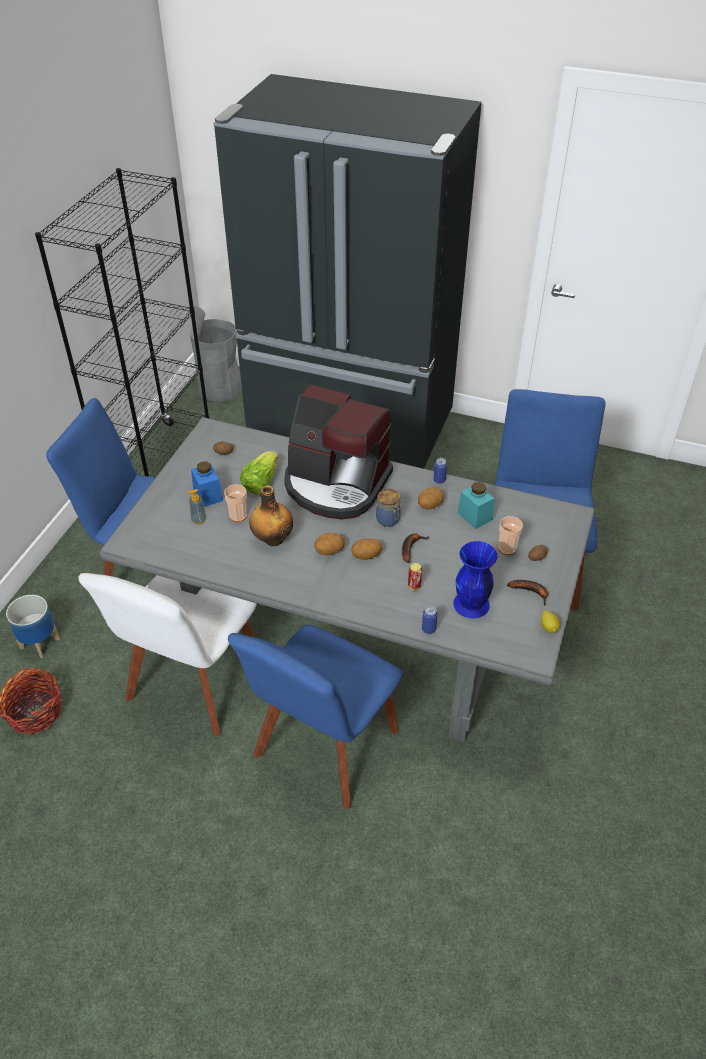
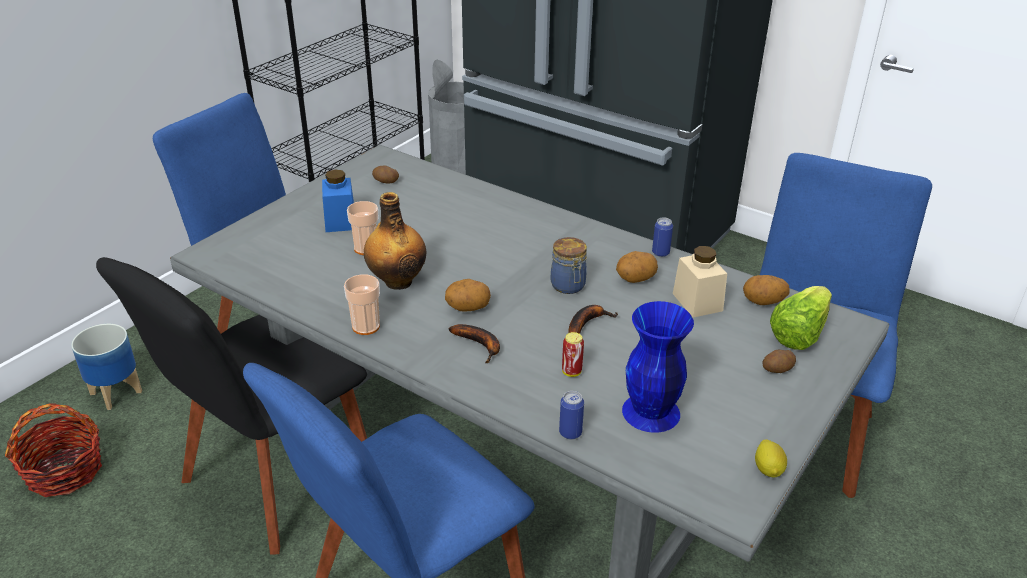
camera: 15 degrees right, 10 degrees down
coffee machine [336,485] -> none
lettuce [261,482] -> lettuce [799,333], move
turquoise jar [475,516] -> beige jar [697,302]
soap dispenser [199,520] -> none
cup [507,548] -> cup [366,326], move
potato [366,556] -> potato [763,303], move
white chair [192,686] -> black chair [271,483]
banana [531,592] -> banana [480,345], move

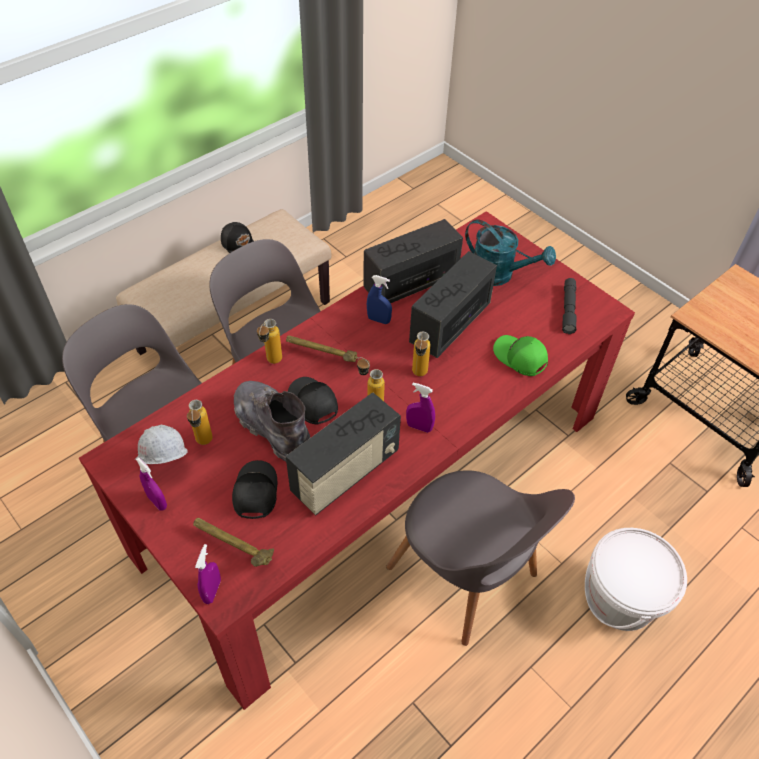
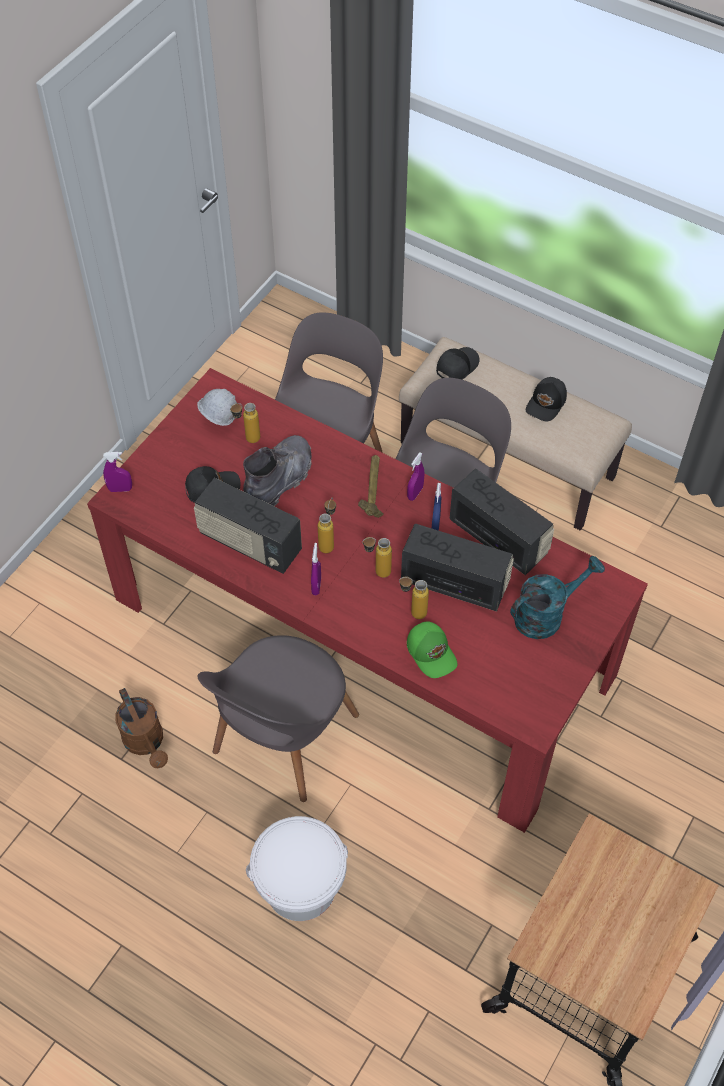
camera: 75 degrees right, 5 degrees up
turquoise watering can [499,275] -> turquoise watering can [546,614], 135 degrees counterclockwise
grey flashlight [568,309] -> none
bottle [271,363] -> bottle [412,612], move
green cap [519,358] -> green cap [432,652], 120 degrees clockwise
black cap [312,403] -> black cap [456,366], move
purple spray bottle [157,501] -> purple spray bottle [415,493], move
hammer [234,546] -> none
none -> brown watering can [146,743]

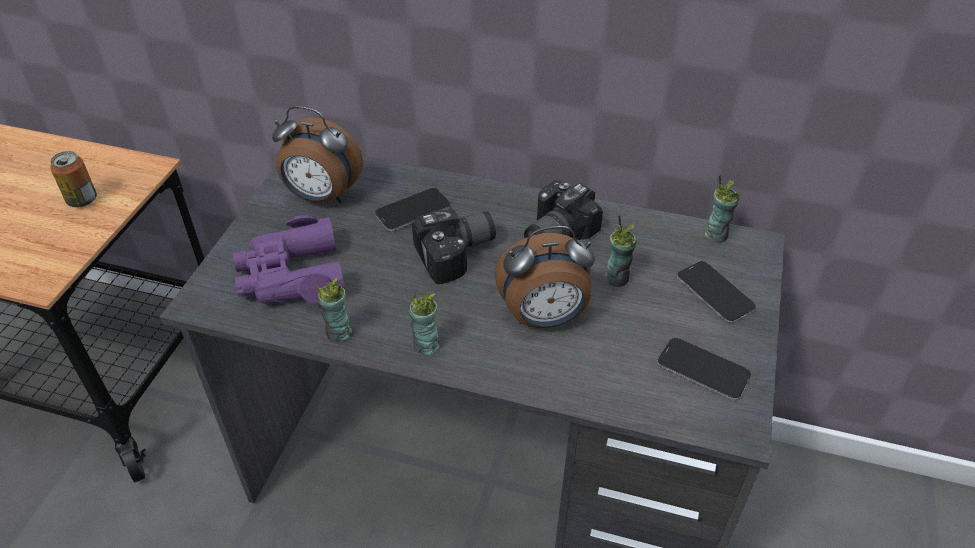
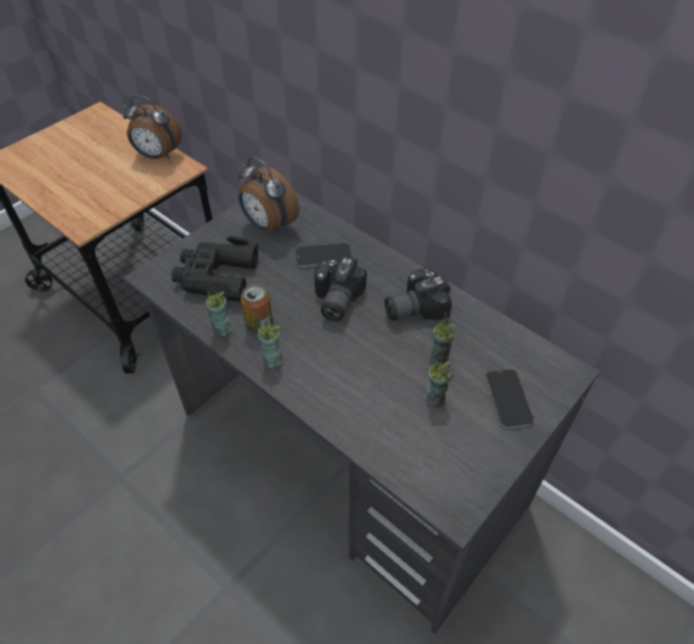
camera: 25 degrees right, 5 degrees up
can [82,200] -> can [259,324], move
cup [716,235] -> cup [435,399], move
photo camera [458,255] -> photo camera [334,300], 105 degrees clockwise
purple binoculars [291,276] -> black binoculars [216,277]
alarm clock [544,318] -> alarm clock [158,156], move
phone [703,369] -> none

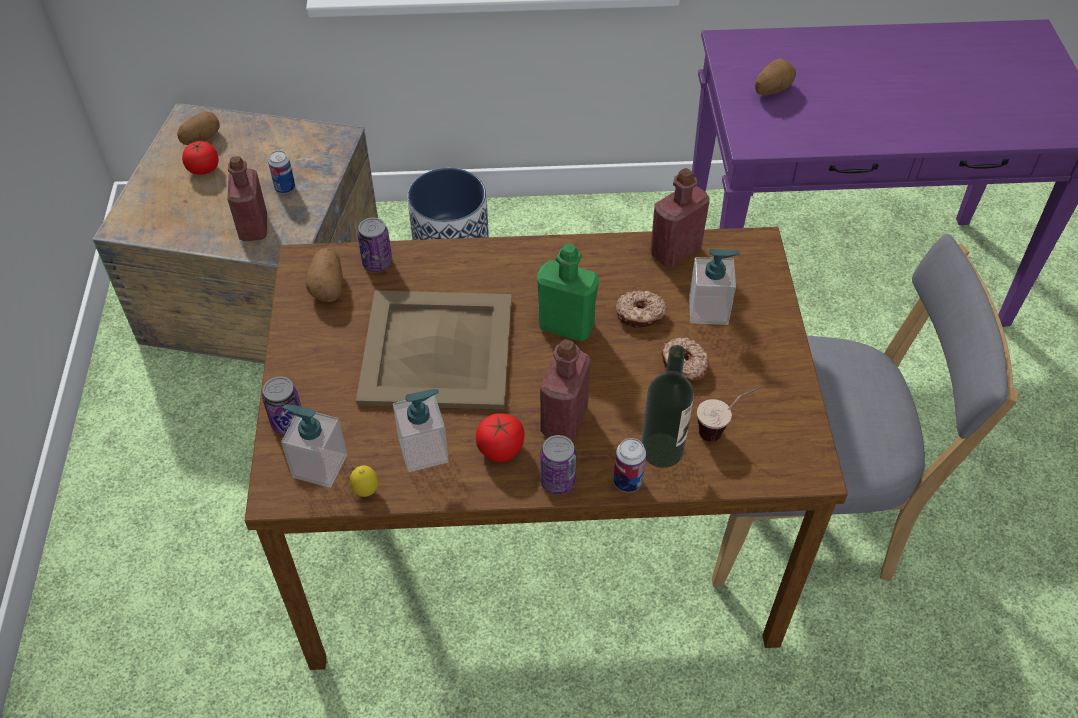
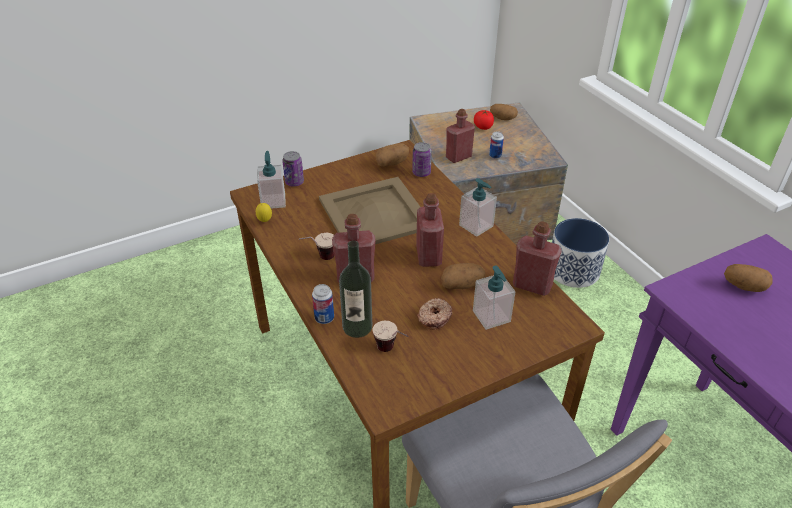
camera: 65 degrees right, 10 degrees down
green bottle [566,326] -> red bottle [428,256]
donut [640,314] -> potato [462,285]
soap dispenser [424,451] -> soap dispenser [476,226], move
tomato [500,449] -> cup [319,259]
can [557,481] -> none

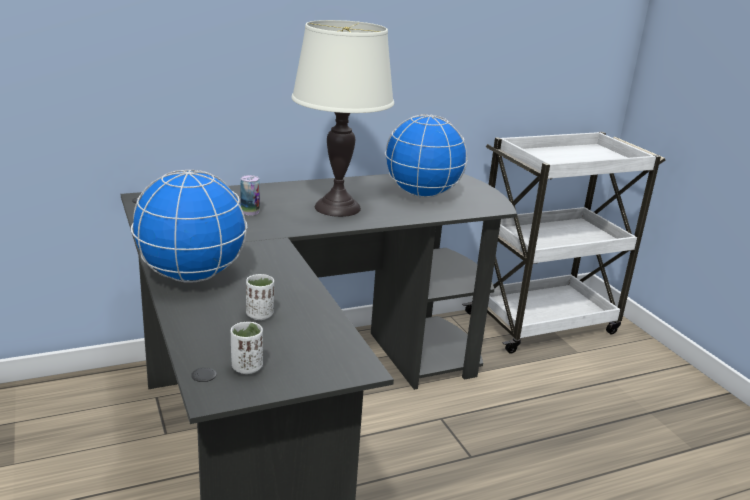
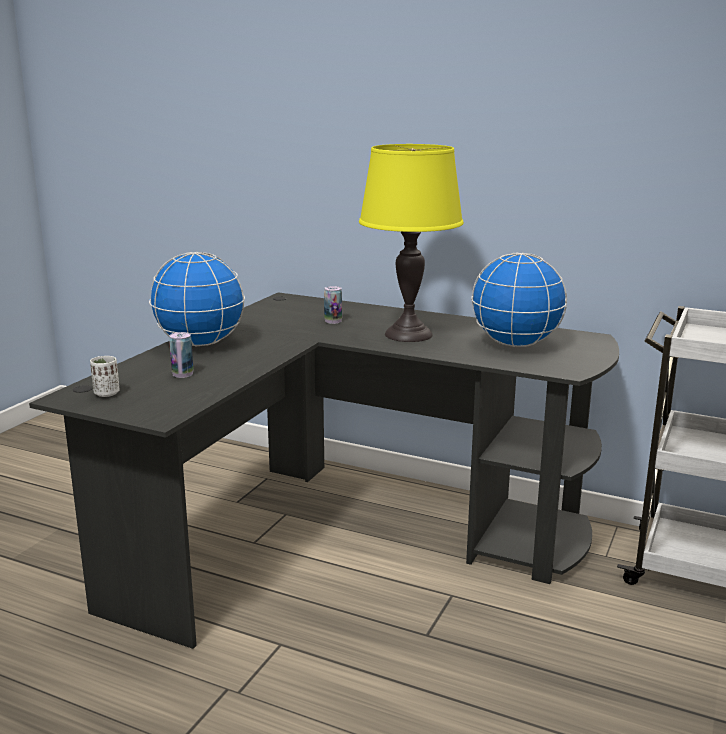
camera: 50 degrees right, 5 degrees down
white table lamp [337,207] -> yellow table lamp [408,334]
white cup [260,315] -> can [182,374]

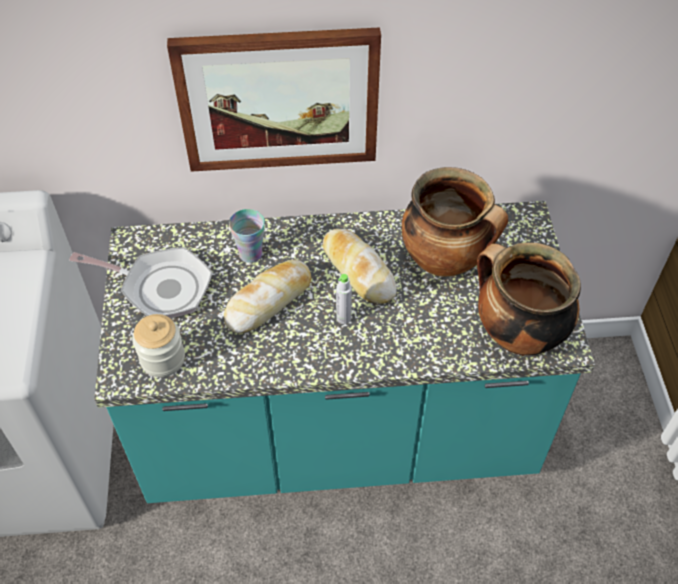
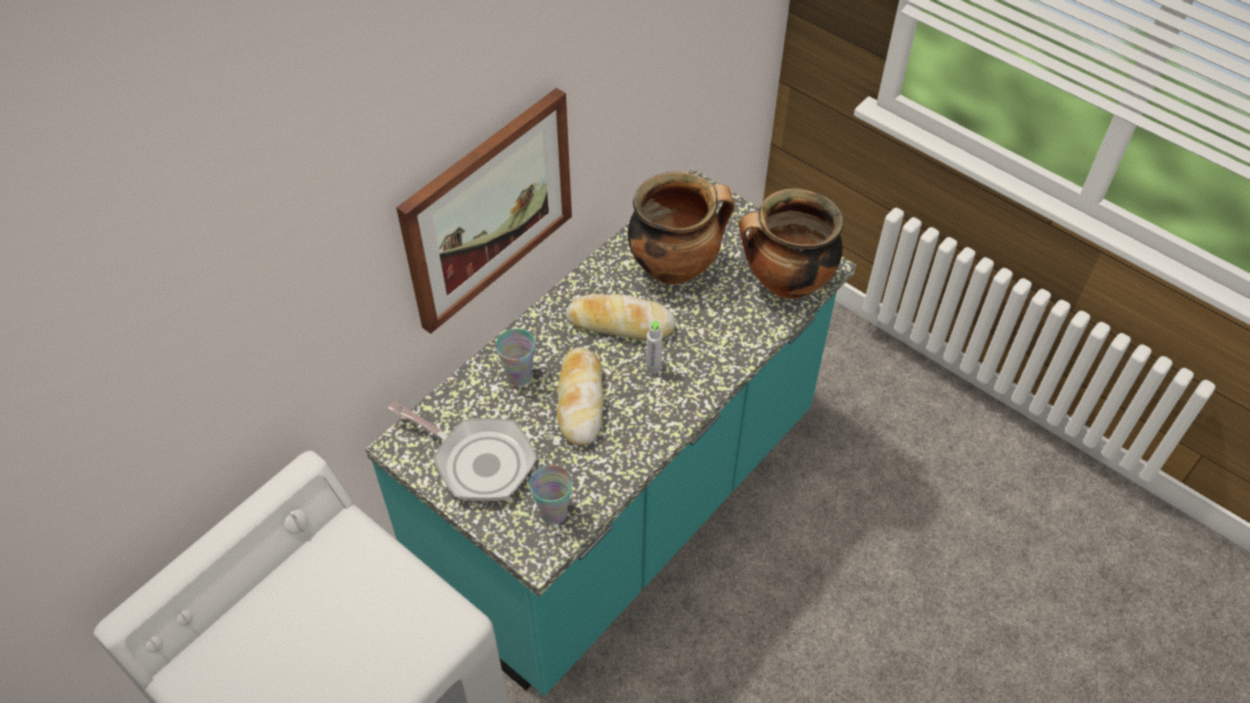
camera: 45 degrees left, 0 degrees up
frying pan [160,287] -> frying pan [478,461], 60 degrees clockwise
jar [162,359] -> cup [553,512]

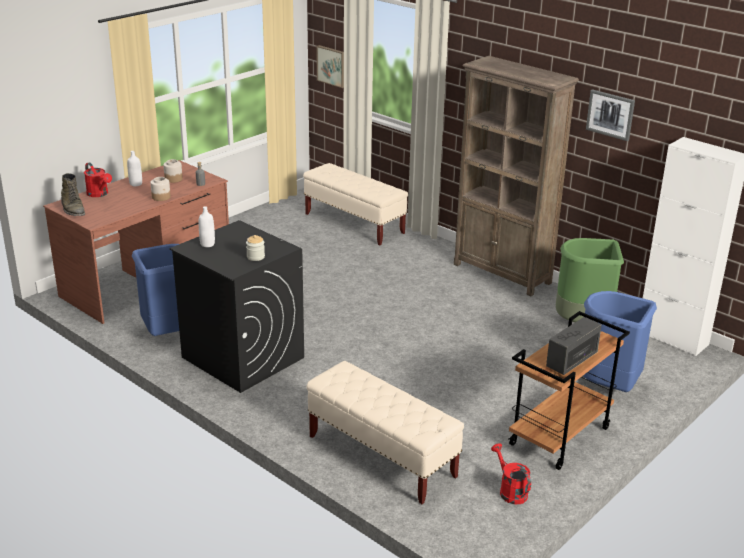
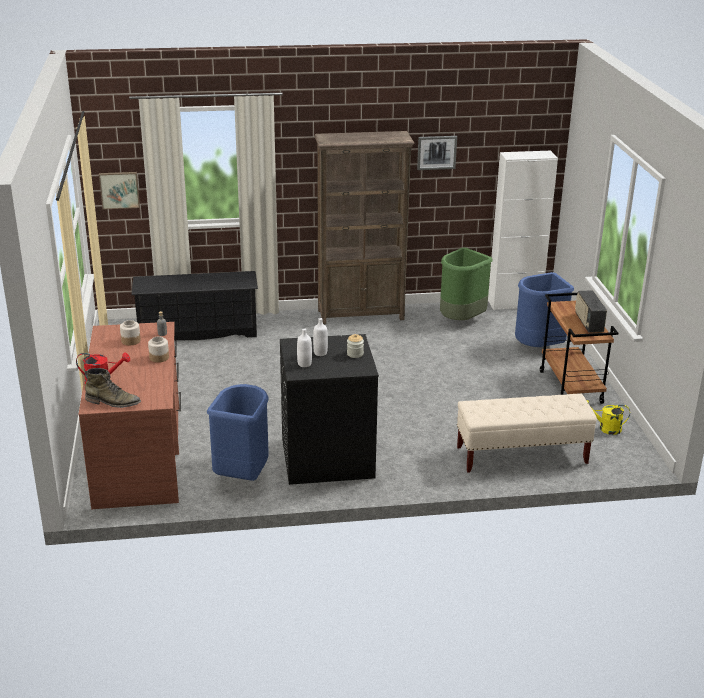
camera: 50 degrees left, 0 degrees up
white bottle [136,184] -> white bottle [320,353], move
beige bench [354,224] -> black shoe rack [198,331]
red watering can [510,491] -> yellow watering can [605,428]

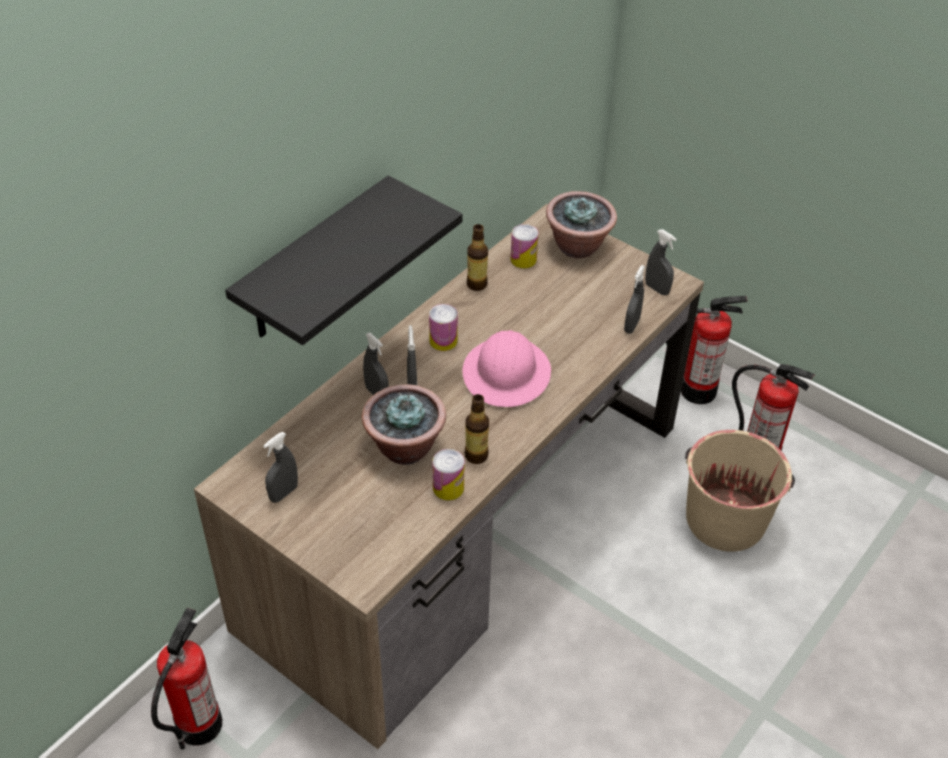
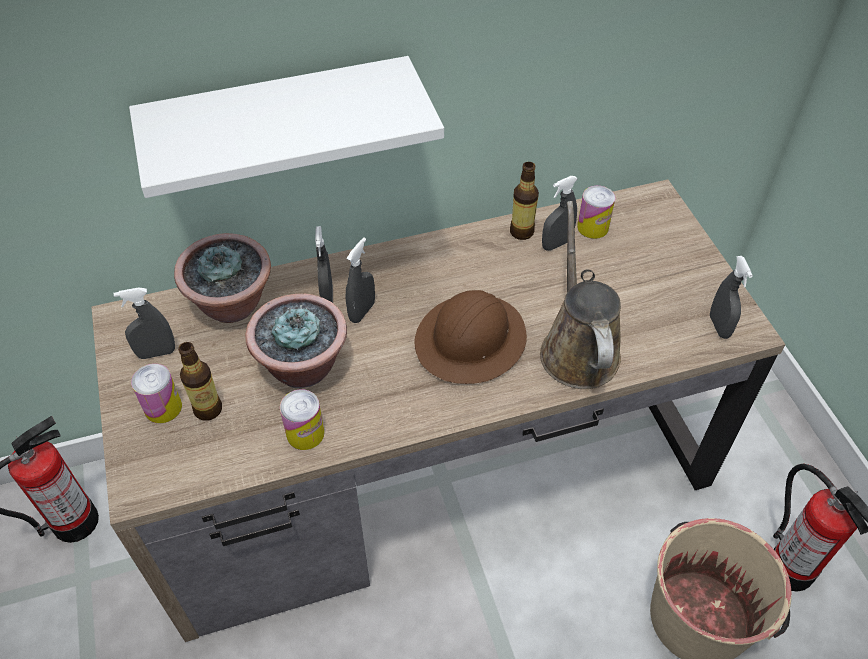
camera: 35 degrees right, 5 degrees up
black shelf [314,261] -> white shelf [279,121]
potted plant [578,246] -> potted plant [233,305], move
grey spray bottle [631,325] -> grey spray bottle [556,244], move
fire extinguisher [697,390] -> none
can [443,341] -> can [163,407], move
pink hard hat [507,373] -> brown hard hat [471,341]
bottle [476,455] -> bottle [208,409], move
none -> brown watering can [577,348]

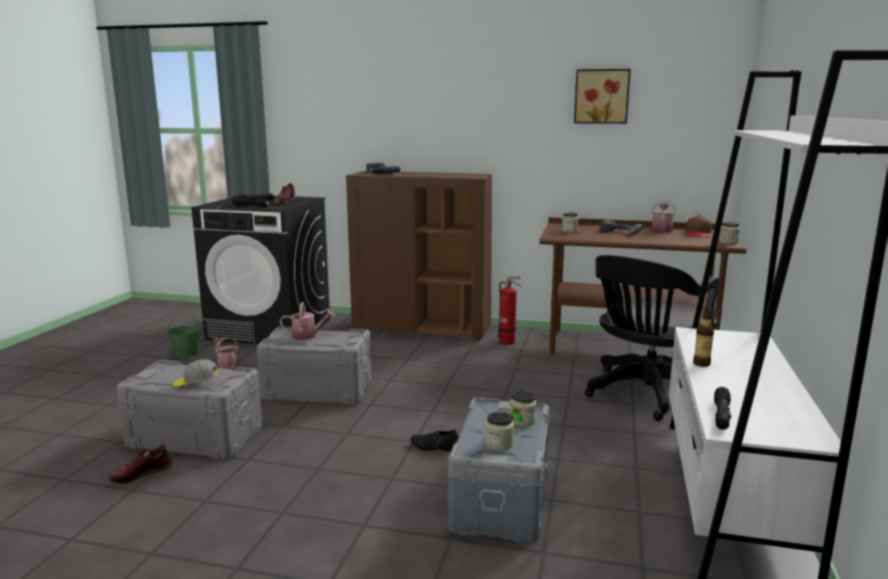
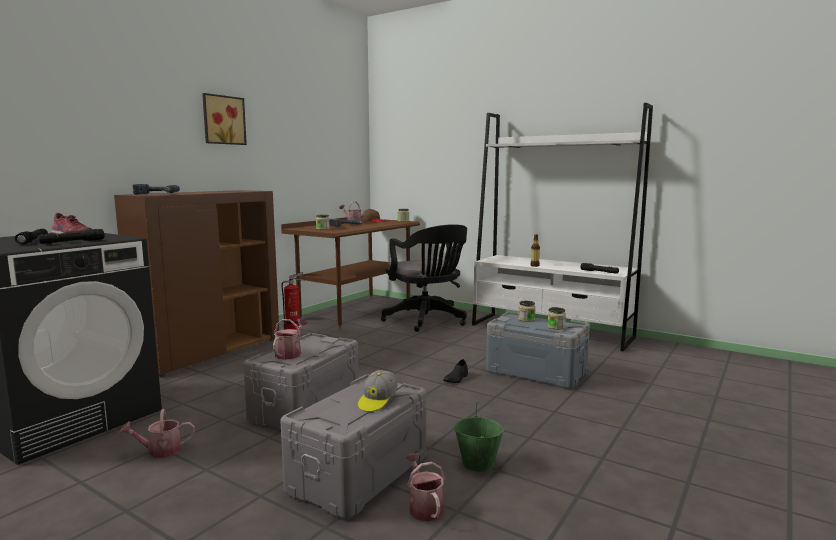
camera: 70 degrees left, 5 degrees down
picture [601,96] -> picture [223,120], move
green bucket [186,354] -> green bucket [477,463], move
shoe [141,474] -> watering can [424,506]

